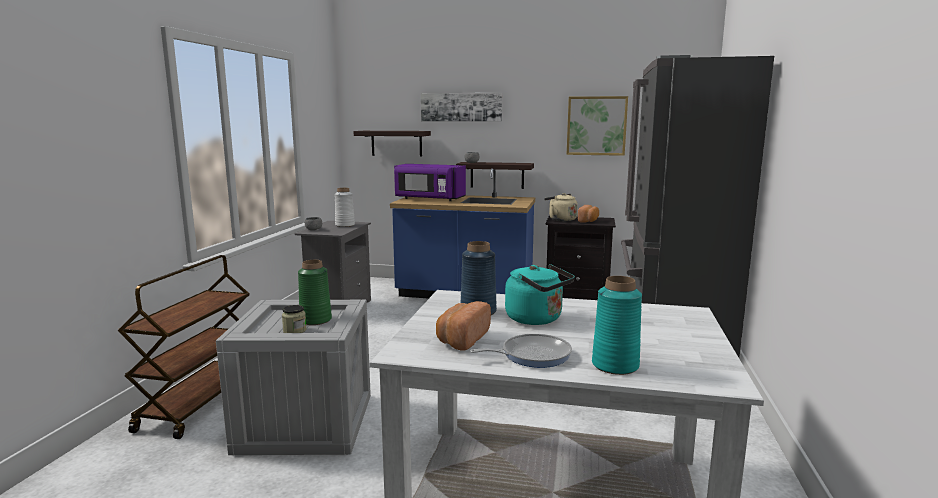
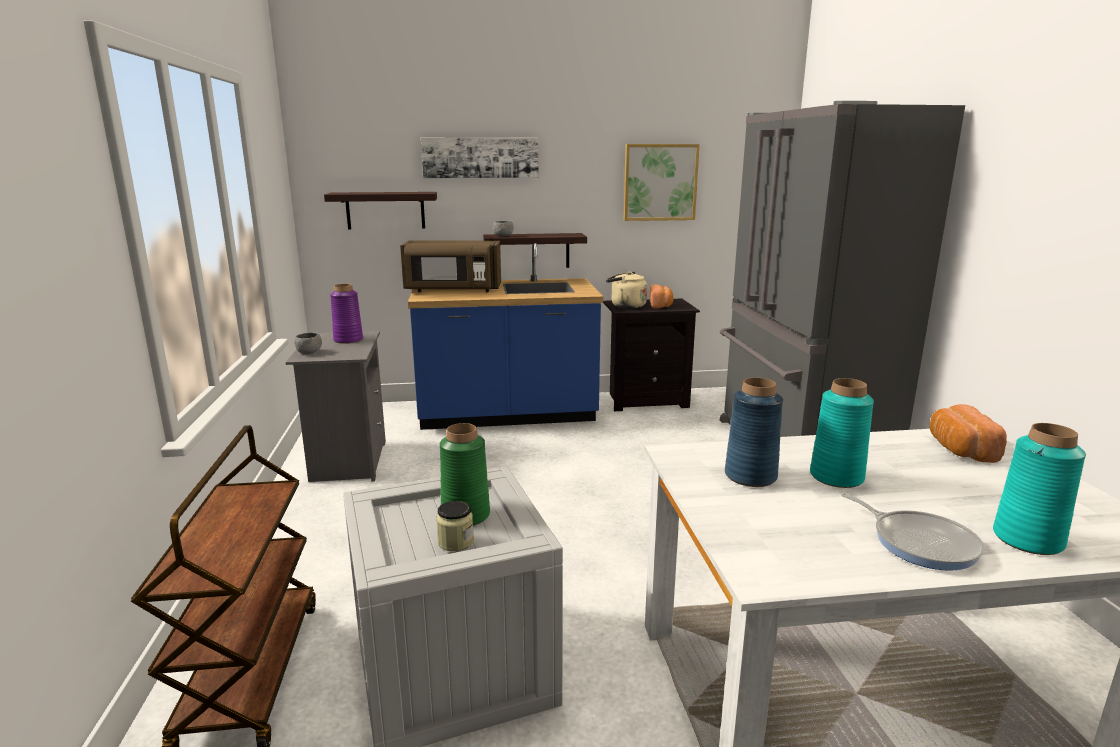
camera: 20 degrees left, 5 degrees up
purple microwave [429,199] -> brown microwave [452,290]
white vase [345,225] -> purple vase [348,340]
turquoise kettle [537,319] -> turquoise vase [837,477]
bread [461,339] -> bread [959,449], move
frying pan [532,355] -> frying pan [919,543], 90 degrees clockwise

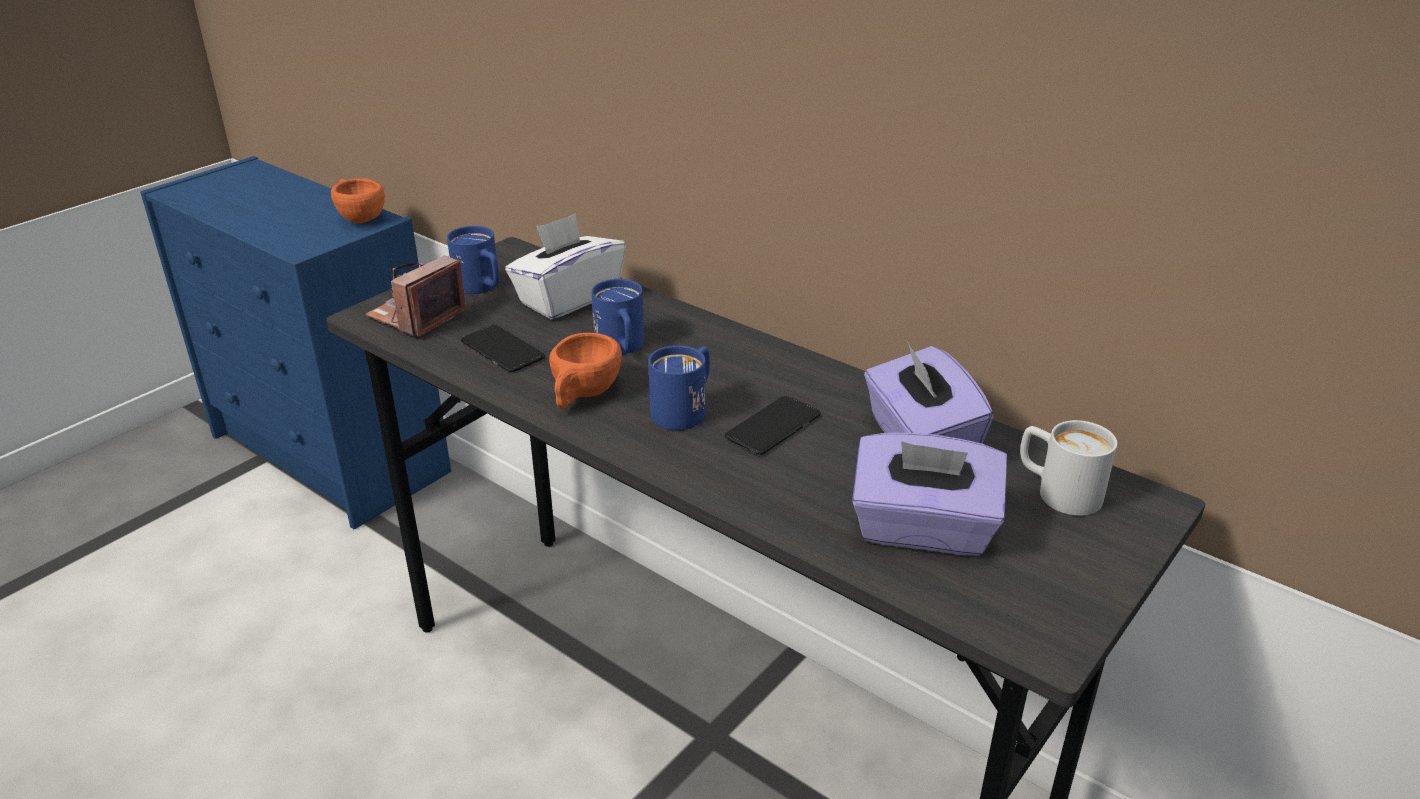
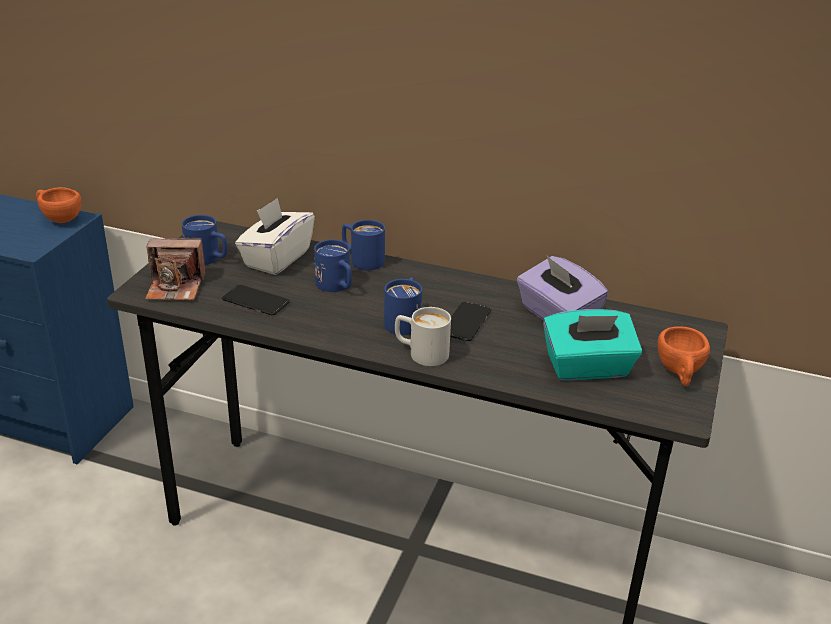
camera: 20 degrees left, 0 degrees up
photo camera [417,316] -> photo camera [176,287], 105 degrees counterclockwise
orange cup [582,395] -> orange cup [680,373], move
white mug [1057,491] -> white mug [421,353], move
purple tissue box [923,530] -> turquoise tissue box [587,368]
none -> blue mug [361,259]

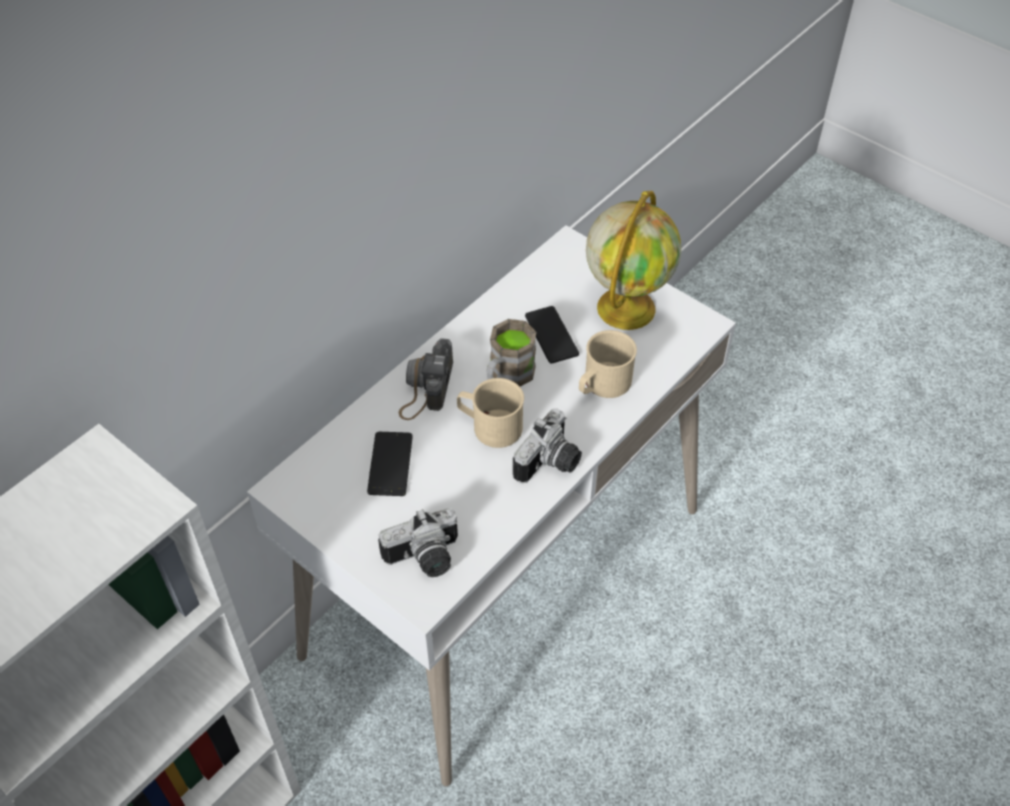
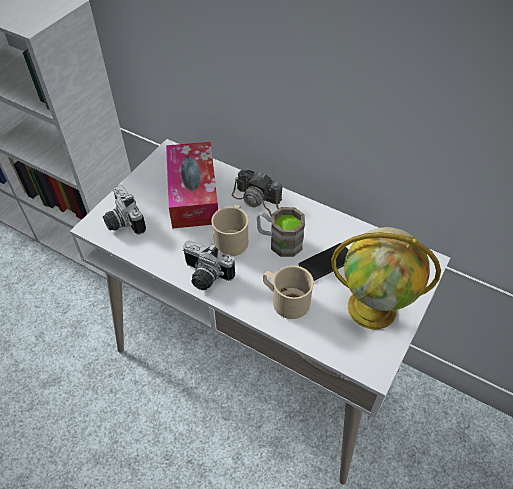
camera: 80 degrees right, 0 degrees up
photo camera [426,387] -> photo camera [259,201], 150 degrees counterclockwise
phone [390,464] -> tissue box [193,194]

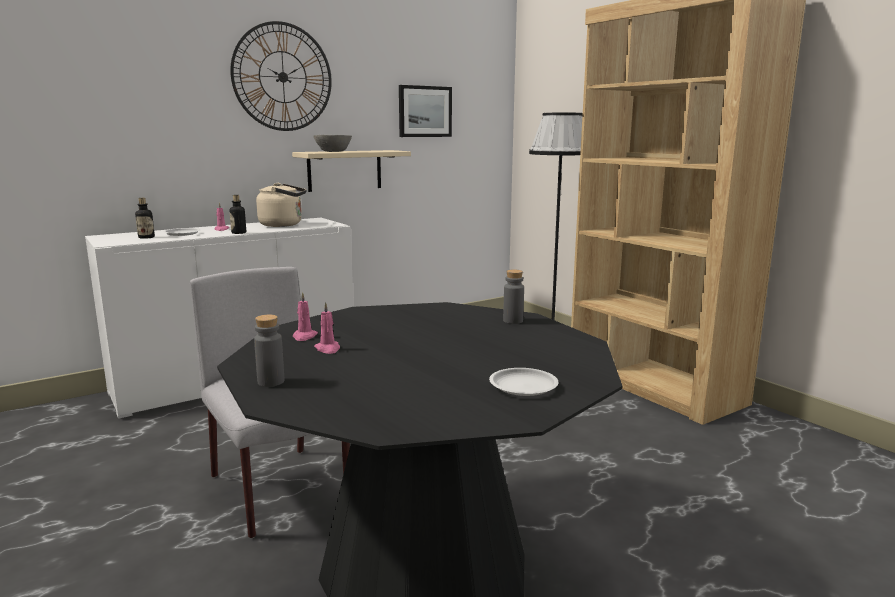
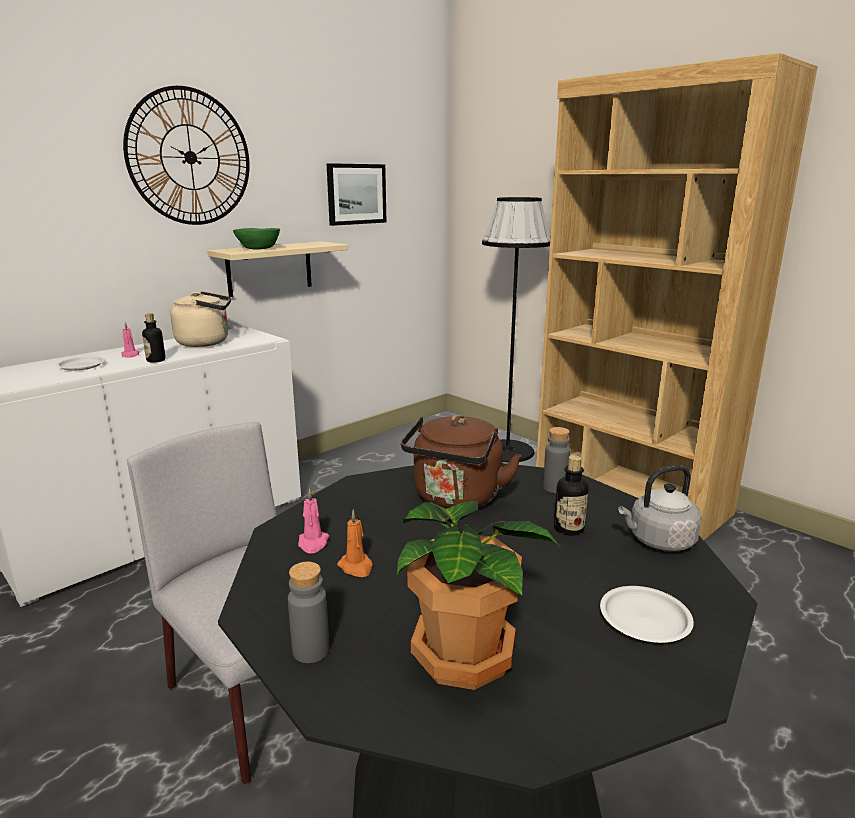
camera: 10 degrees left, 5 degrees up
grey bowl [333,151] -> green bowl [259,248]
bottle [146,237] -> bottle [569,529], move
pink candle [328,349] -> orange candle [356,567]
none -> brown kettle [456,499]
none -> grey kettle [658,541]
none -> potted plant [465,653]

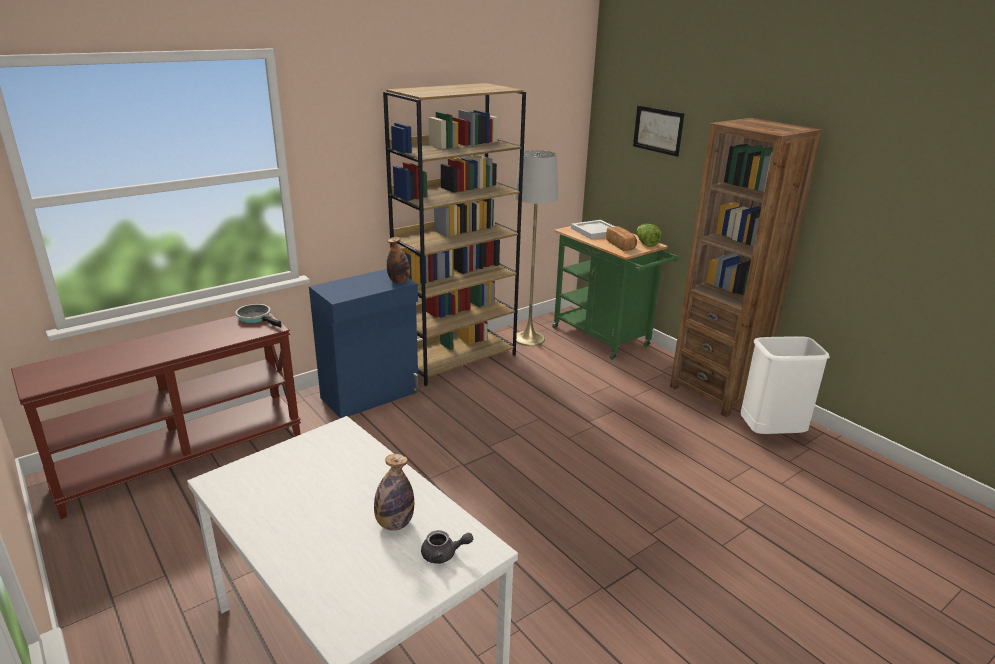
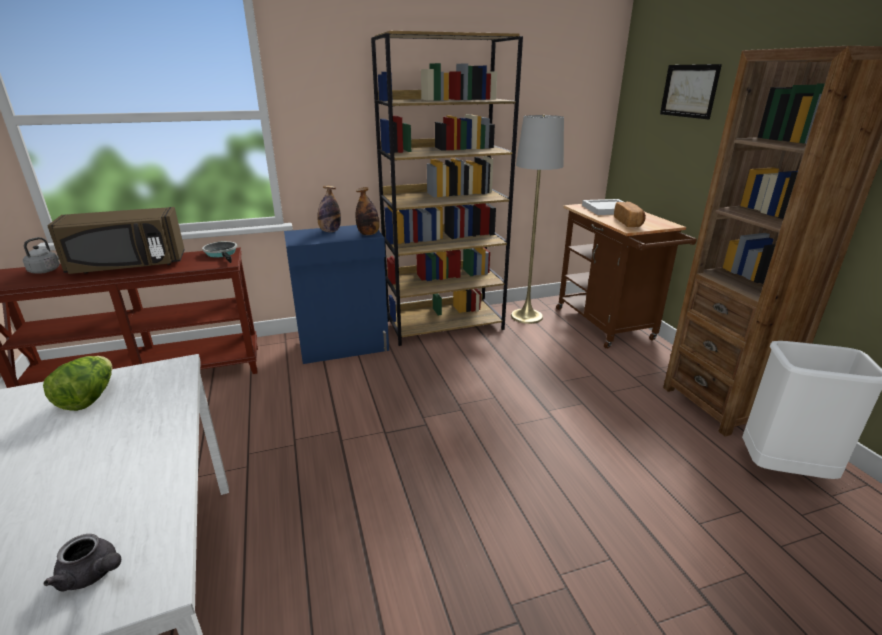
camera: 20 degrees right, 0 degrees up
lettuce [646,244] -> lettuce [89,398], move
green cart [605,339] -> brown cart [608,327]
bottle [394,524] -> bottle [330,231], move
none -> brown microwave [128,265]
none -> grey kettle [46,270]

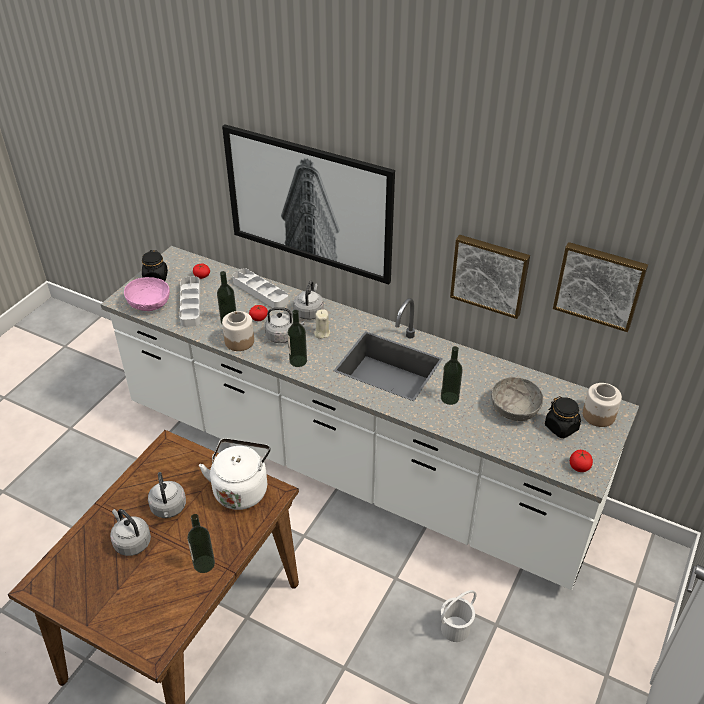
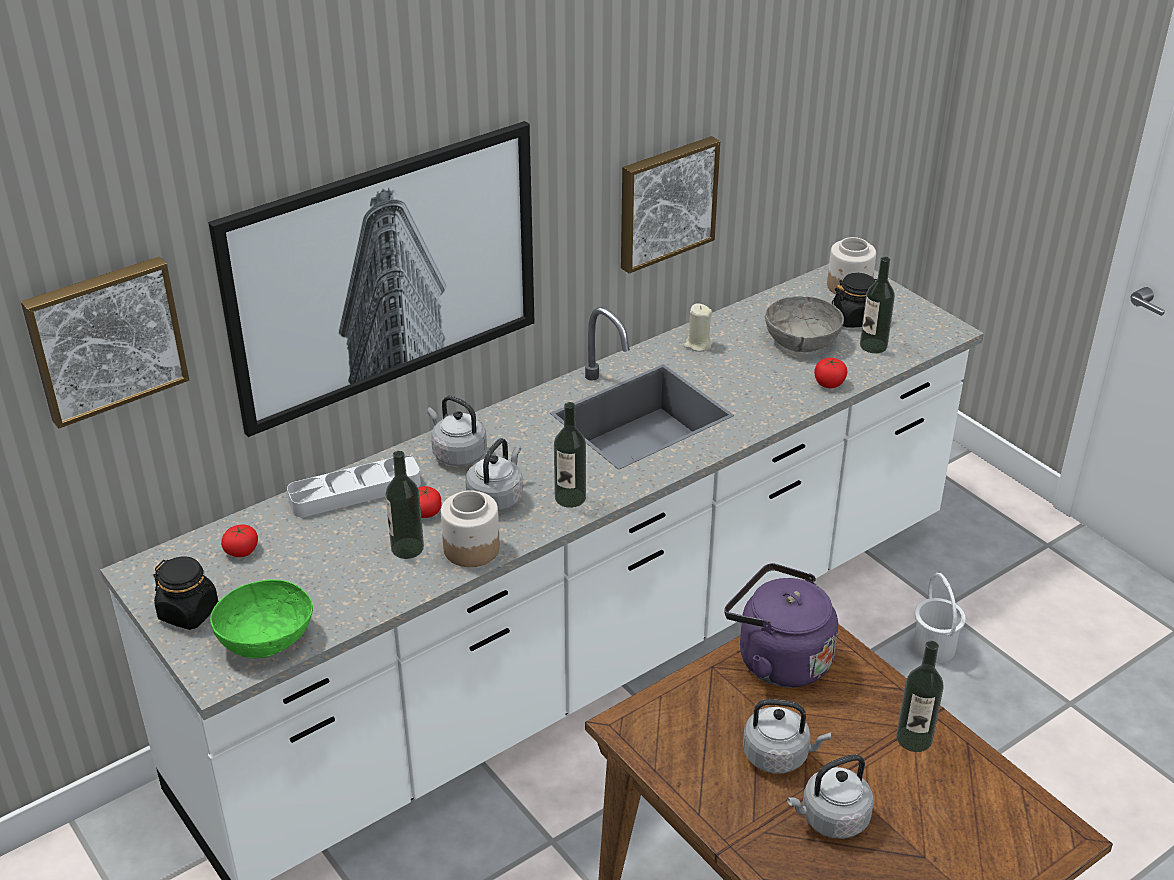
camera: 65 degrees left, 5 degrees down
picture [599,285] -> picture [105,338], move
grey tray [190,304] -> none
pink bowl [149,304] -> green bowl [266,638]
beige candle [322,333] -> beige candle [698,345], move
bottle [449,398] -> bottle [873,346], move
white kettle [241,489] -> purple kettle [778,659]
tomato [579,467] -> tomato [829,383], move

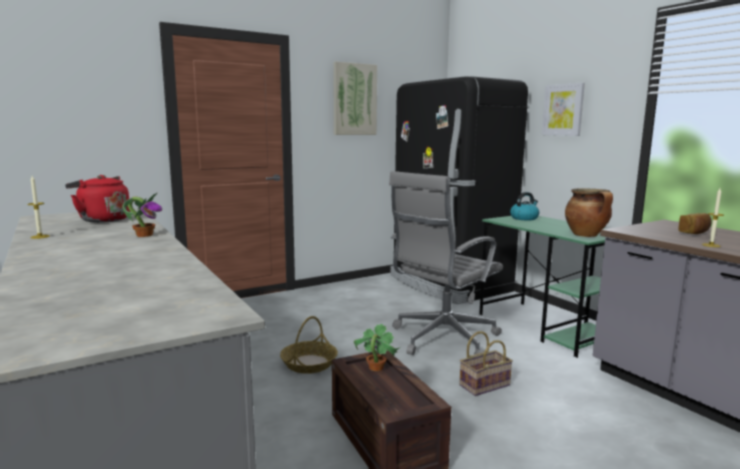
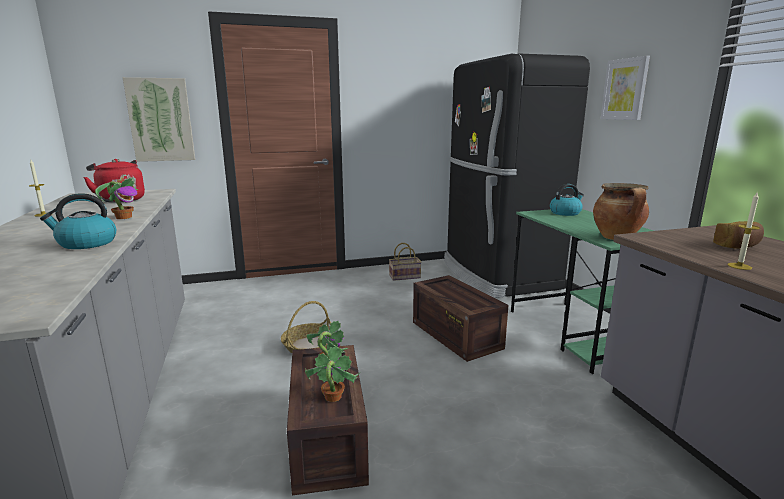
camera: 15 degrees right, 5 degrees up
picture [354,99] -> picture [161,120], move
grey office chair [442,339] -> crate [454,334]
basket [485,384] -> basket [405,276], move
none -> kettle [86,243]
none -> potted plant [332,397]

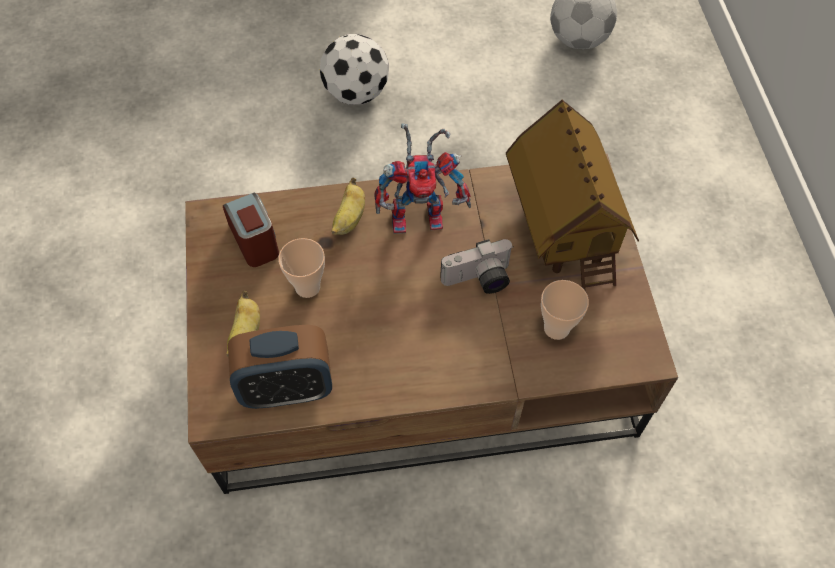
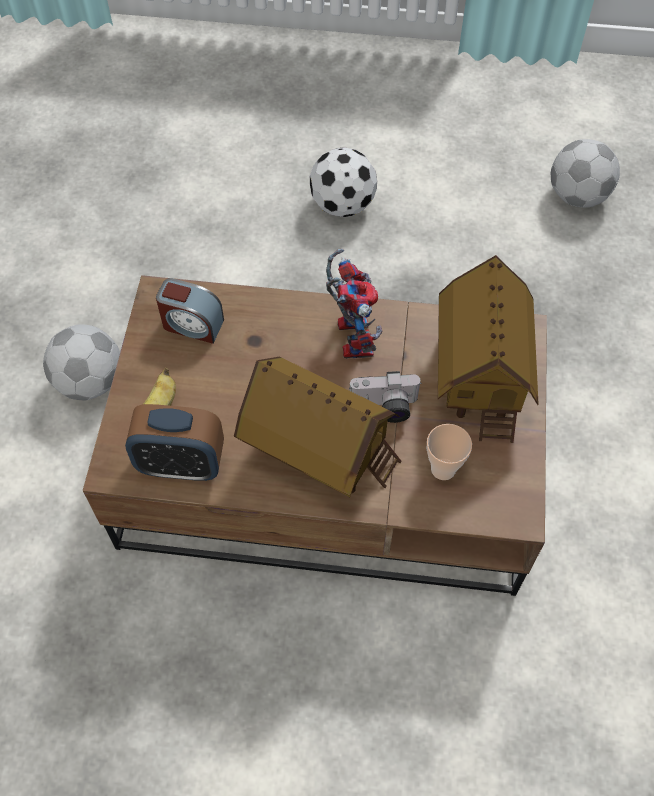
camera: 15 degrees right, 0 degrees up
toy robot [421,214] -> toy robot [350,334], 105 degrees counterclockwise
banana [349,219] -> none
alarm clock [255,240] -> alarm clock [192,324], 120 degrees clockwise
cup [307,287] -> none
none -> football [90,381]
none -> toy house [319,452]

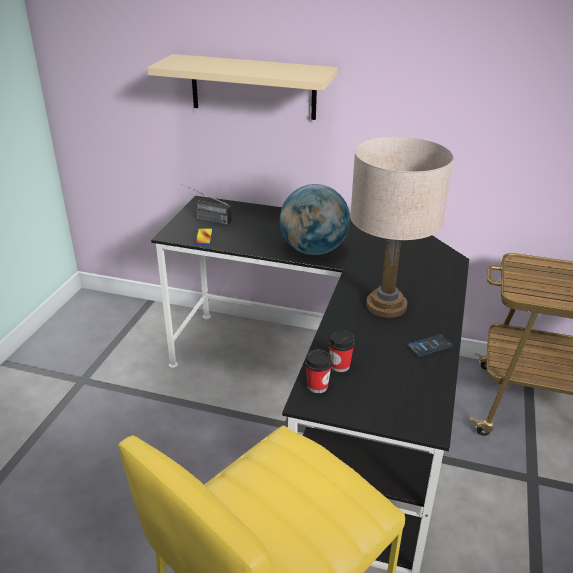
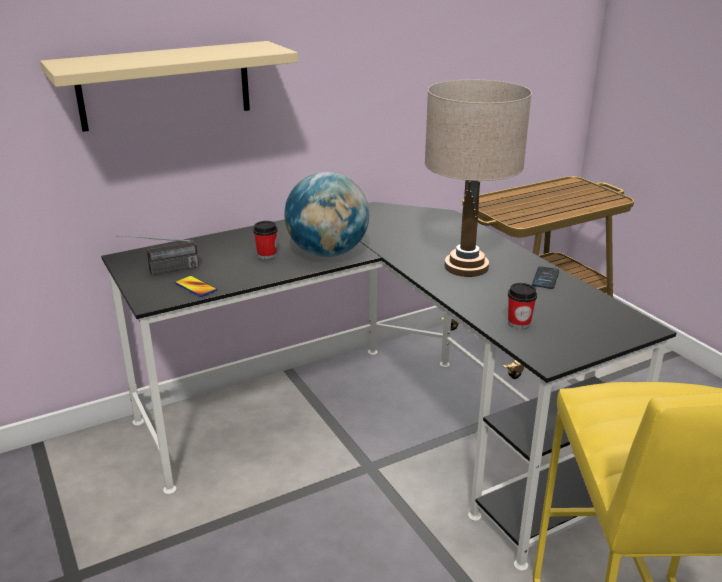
camera: 45 degrees left, 5 degrees down
cup [317,386] -> cup [267,255], move

